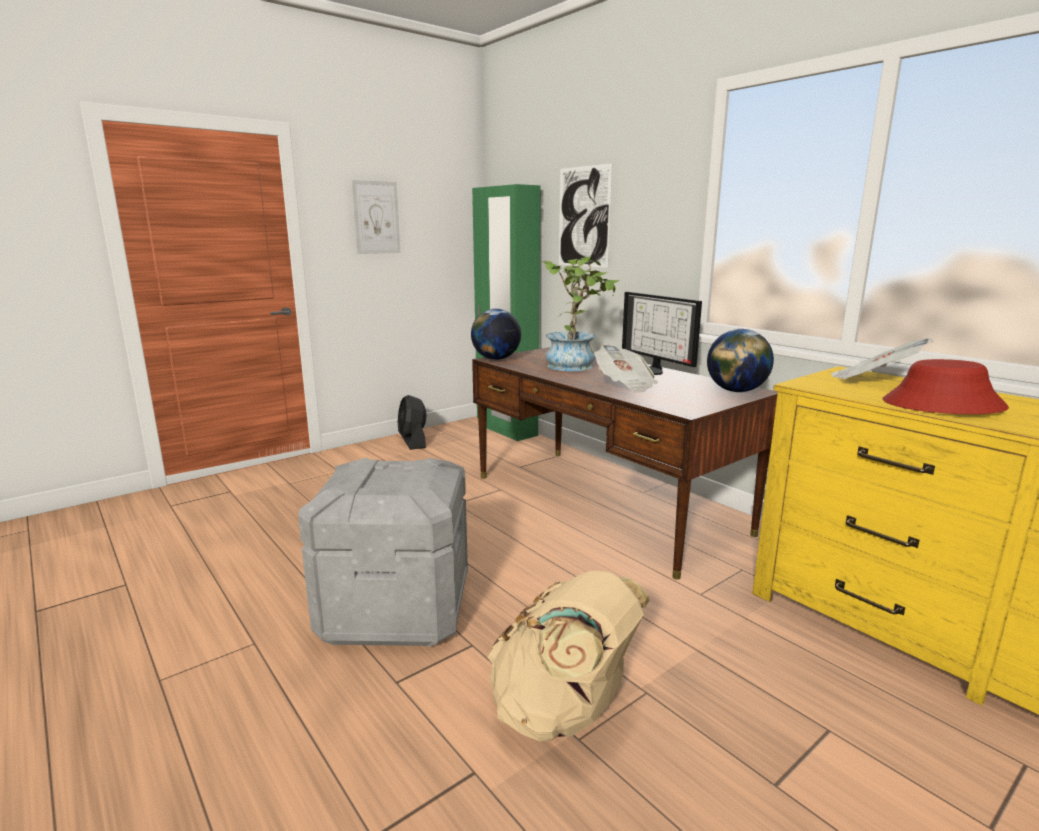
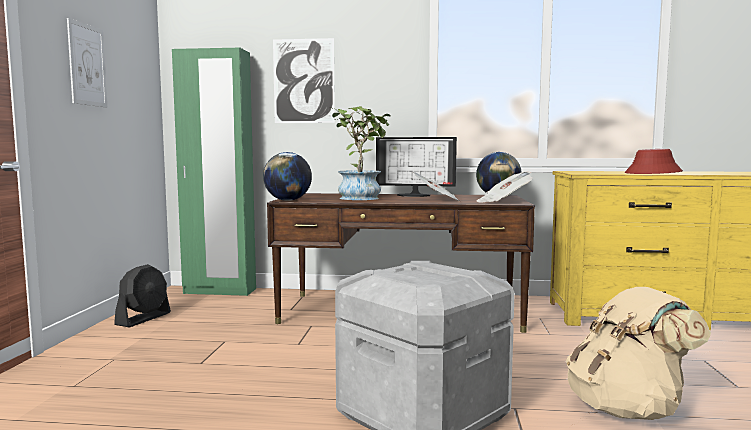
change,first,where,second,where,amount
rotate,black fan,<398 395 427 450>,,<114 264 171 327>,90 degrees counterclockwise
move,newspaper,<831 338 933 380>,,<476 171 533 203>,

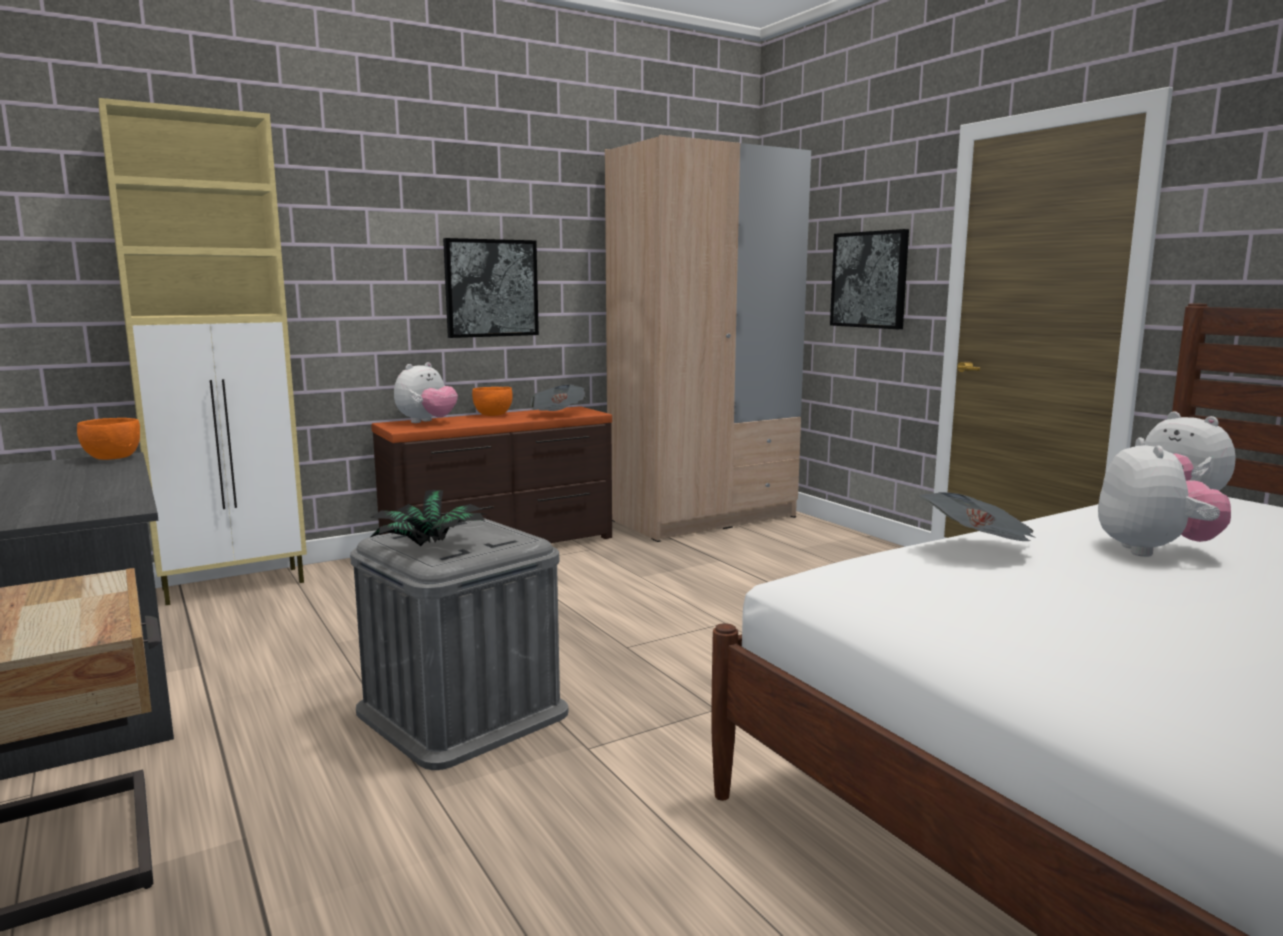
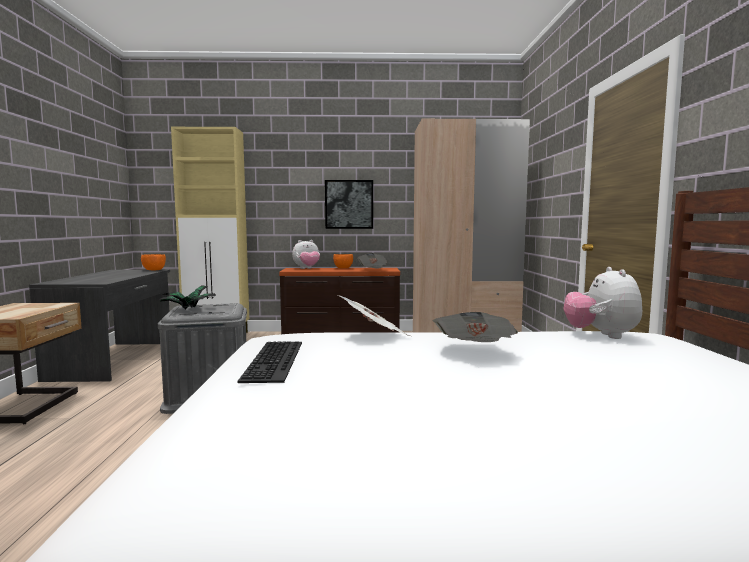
change,first,where,second,where,amount
delete,picture,<830 229 909 329>,,,
replace,plush toy,<1098 438 1231 557>,newspaper,<433 312 518 342>,
insert,,,keyboard,<237 341 302 383>,

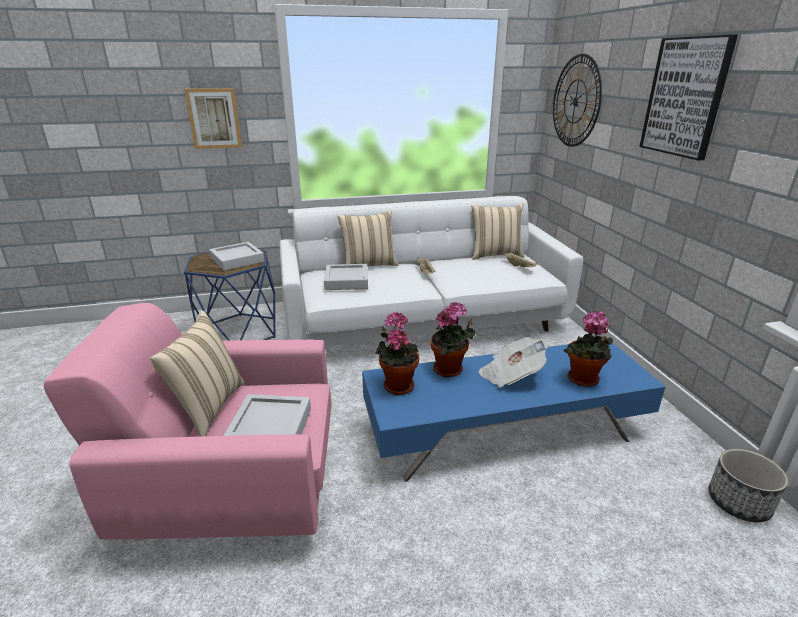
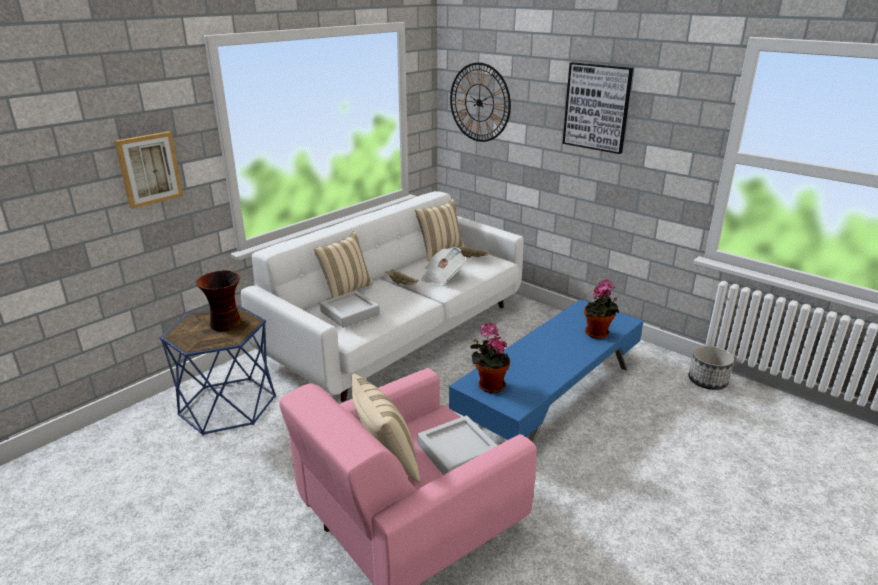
change,first,where,second,where,amount
replace,grey tray,<209 242 264 271>,vase,<196 270 242 331>,
delete,potted plant,<431 302 476 377>,,,
move,newspaper,<479 337 548 388>,,<421 247 465 284>,

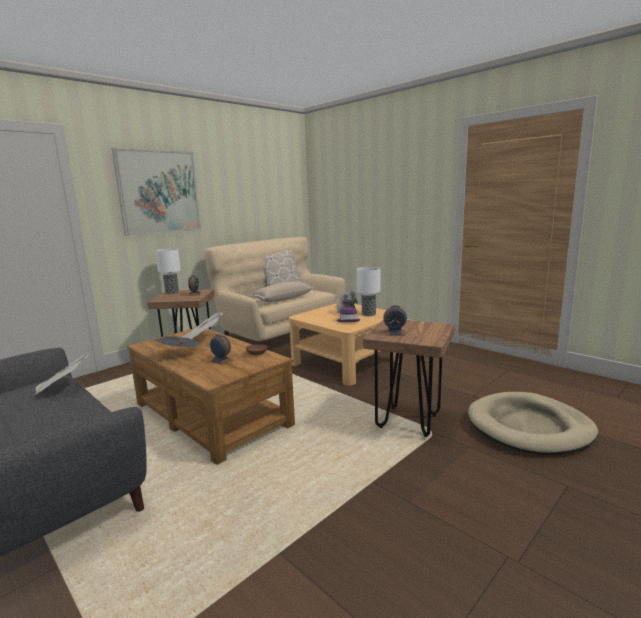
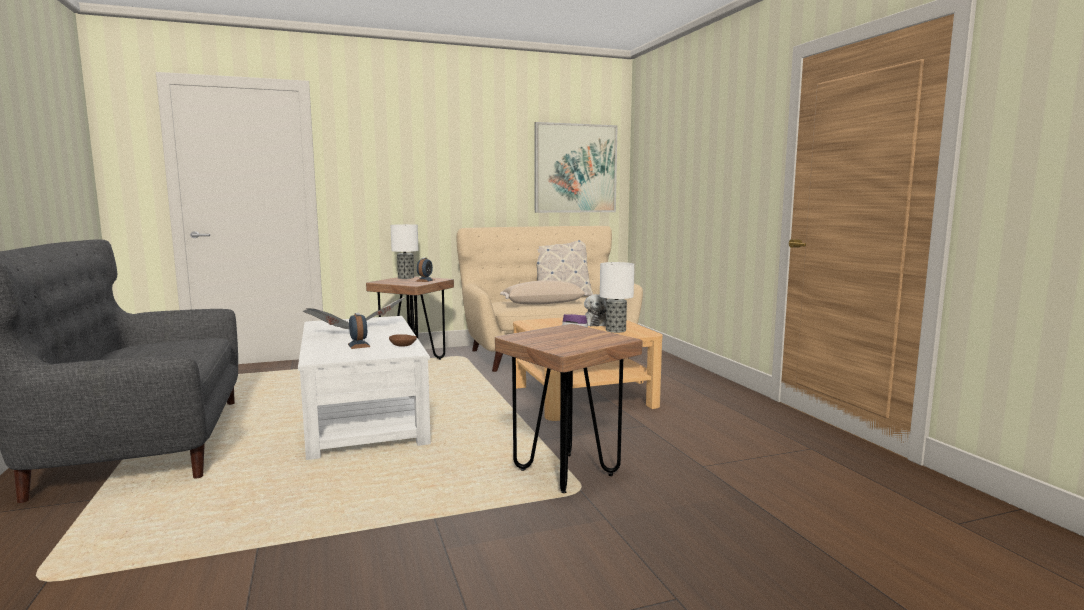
change,first,where,second,where,amount
delete,newspaper,<35 353 88 395>,,,
move,picture,<112 148 201 236>,,<534 122 618 213>,
recolor,brown coffee table,<127 329 295 465>,white coffee table,<298 316 431 460>,
delete,alarm clock,<383 305 407 335>,,,
delete,beige dog bed,<468 392 598 455>,,,

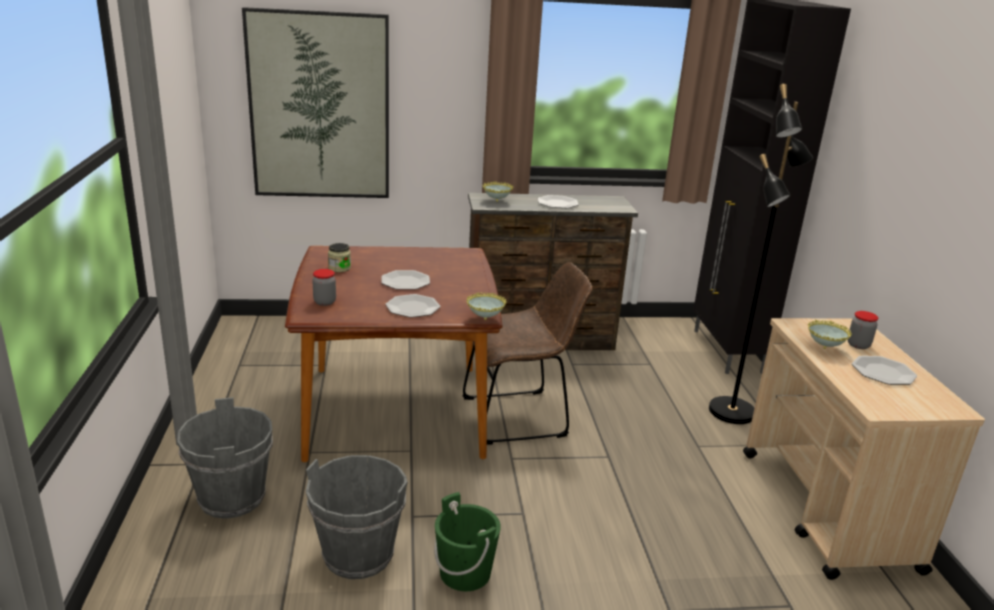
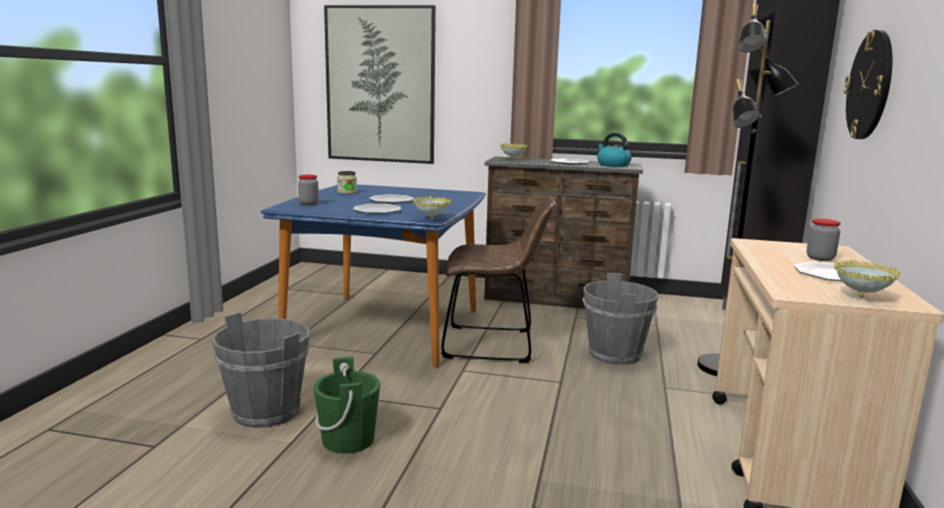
change,first,where,second,where,amount
move,grey bucket,<177 397 273 519>,,<583 273 659 365>,
recolor,brown dining table,<285 246 503 462>,blue dining table,<261 184 486 367>,
move,bowl,<808 320 852 349>,,<834 260 901 298>,
insert,,,kettle,<597 133 632 167>,
insert,,,wall clock,<844 30 893 139>,

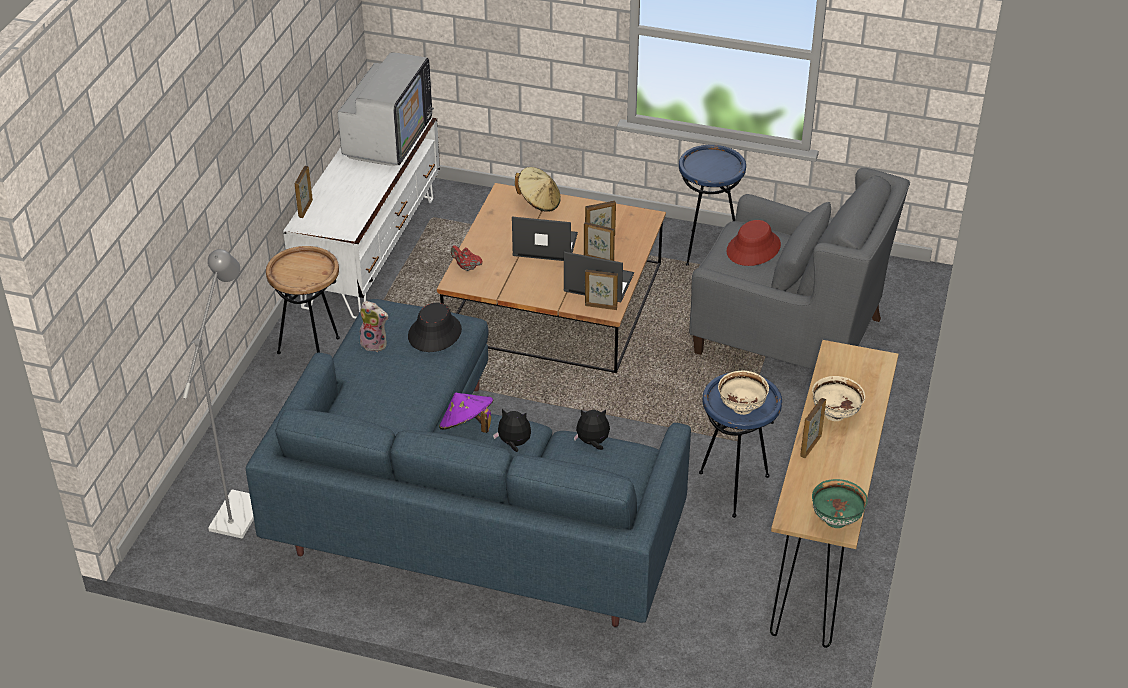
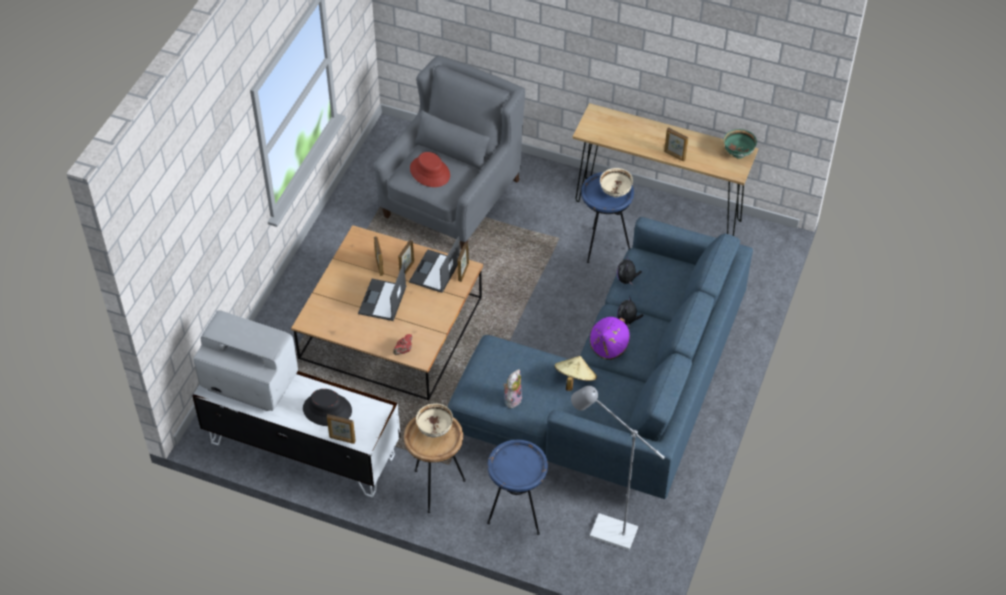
change,first,where,second,where,amount
move,black hat,<408 303 462 352>,,<303 389 352 426>,
move,beige hat,<515 167 561 212>,,<554 356 597 391>,
move,blue side table,<679 145 746 266>,,<487 440 548 535>,
move,beige bowl,<812 376 865 421>,,<416 403 453 437>,

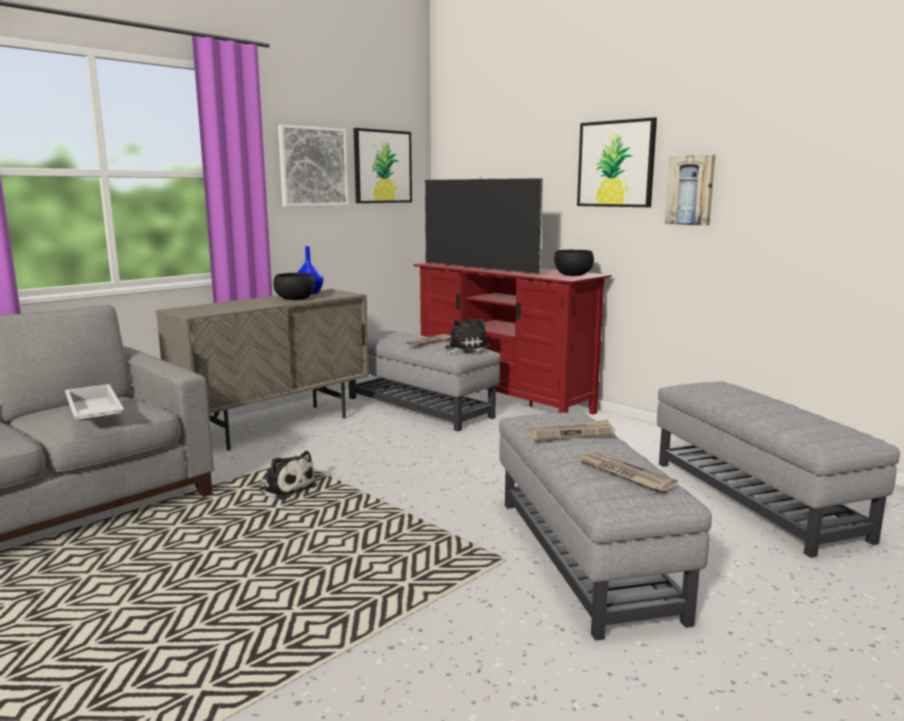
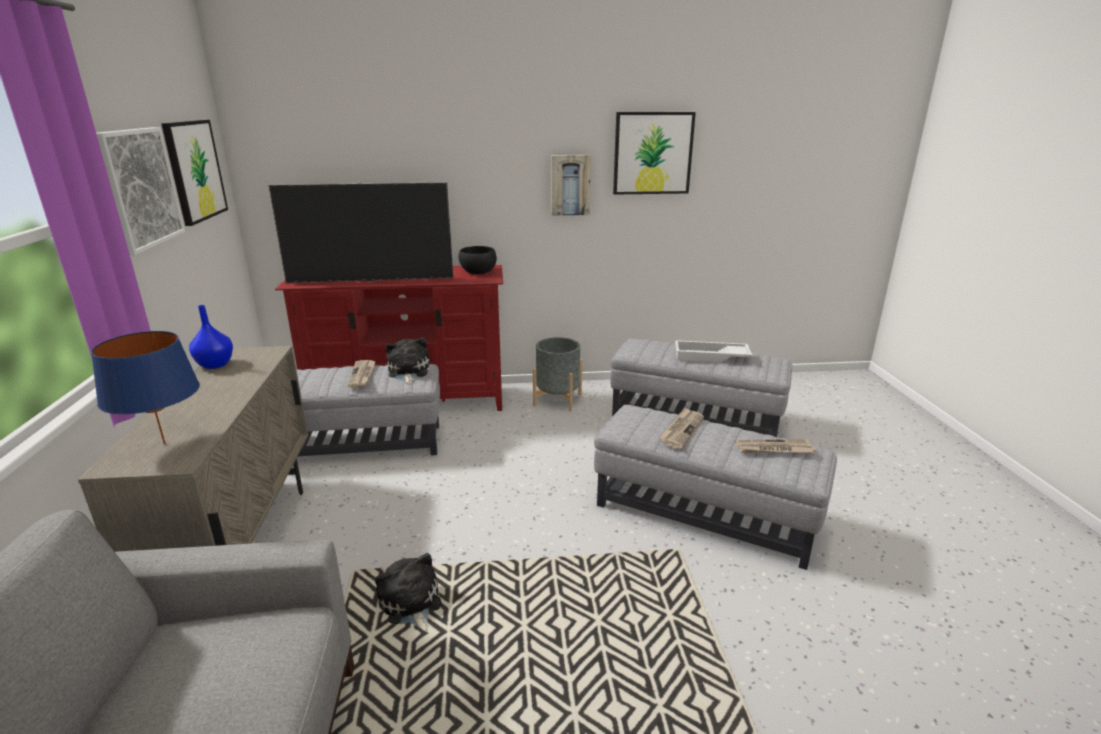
change,first,where,second,where,amount
move,white tray,<65 384 124 420>,,<675 340 752 362>,
rotate,plush toy,<259 451 317 500>,,<375 553 442 632>,105 degrees counterclockwise
delete,black bowl,<273 273 315 300>,,,
move,picture,<577 117 657 207>,,<613 112 696 195>,
insert,,,blue table lamp,<91 331 200 444>,
insert,,,grey planter,<533 337 582 412>,

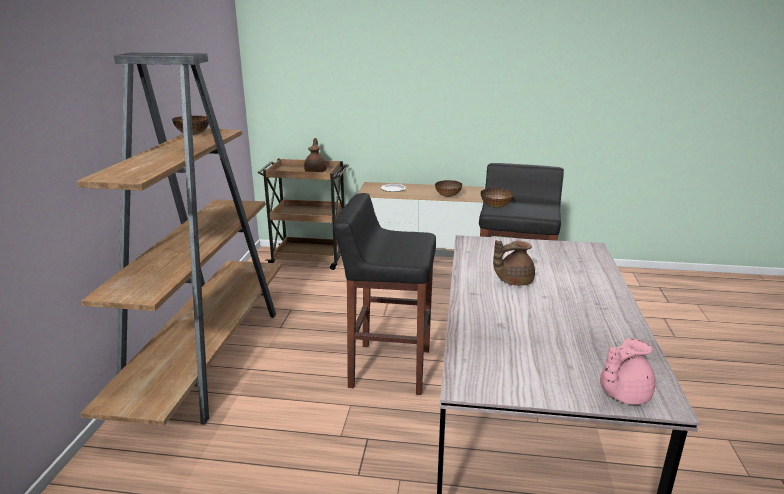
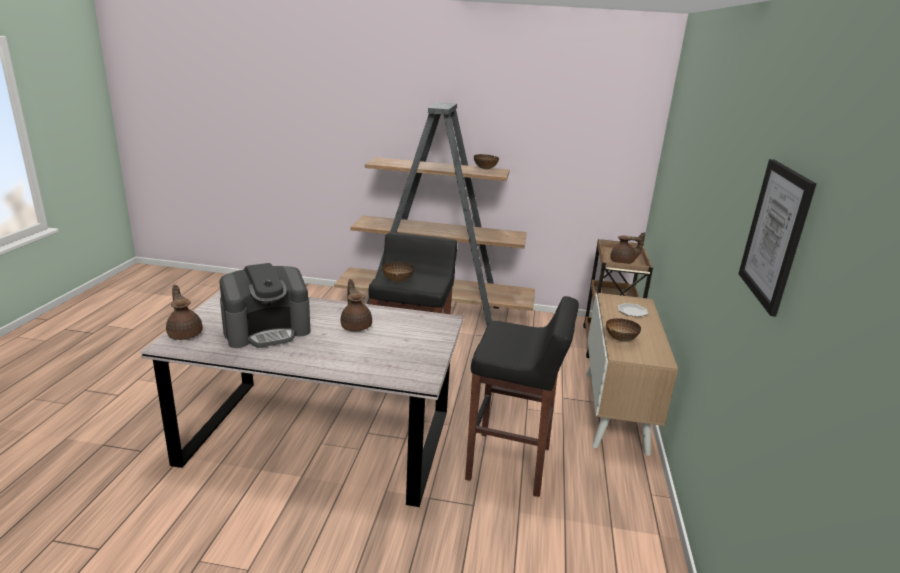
change,first,where,second,where,amount
move,bowl,<481 188 514 208>,,<382 262 415 282>,
recolor,pink teapot,<600 338 655 405>,brown teapot,<166 285 203 340>,
insert,,,coffee machine,<219 263 310 348>,
insert,,,picture,<739 159 816 317>,

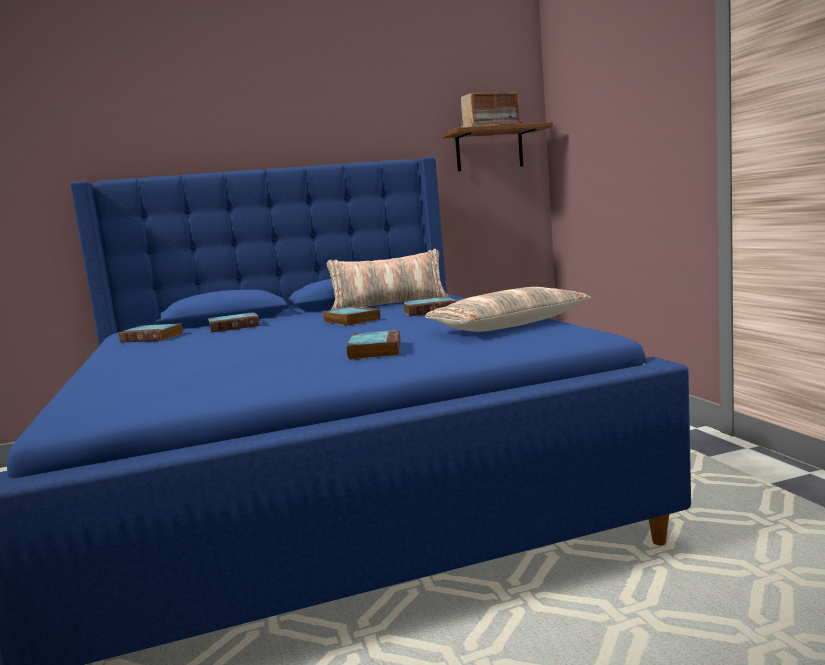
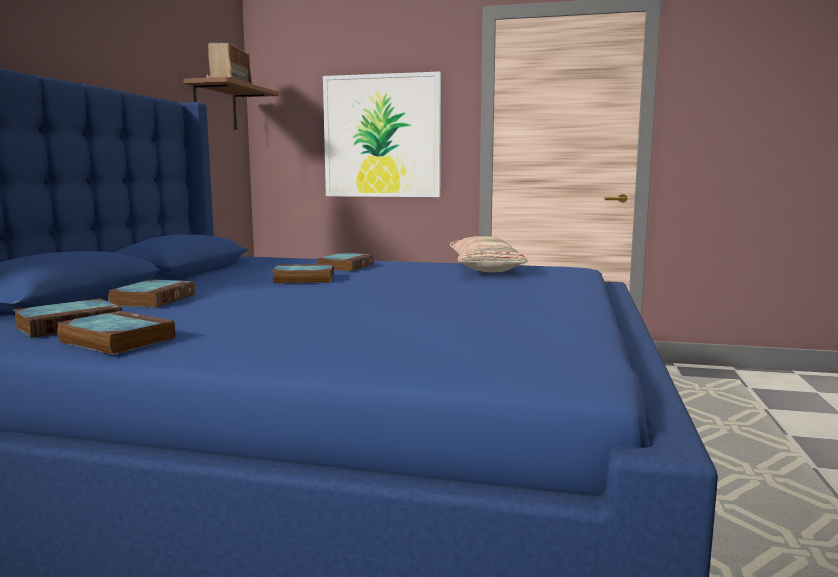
change,first,where,second,where,amount
delete,pillow,<327 249 448 310>,,,
move,book,<347 330 400 360>,,<57 311 175 355>,
insert,,,picture,<323 72 441 197>,

